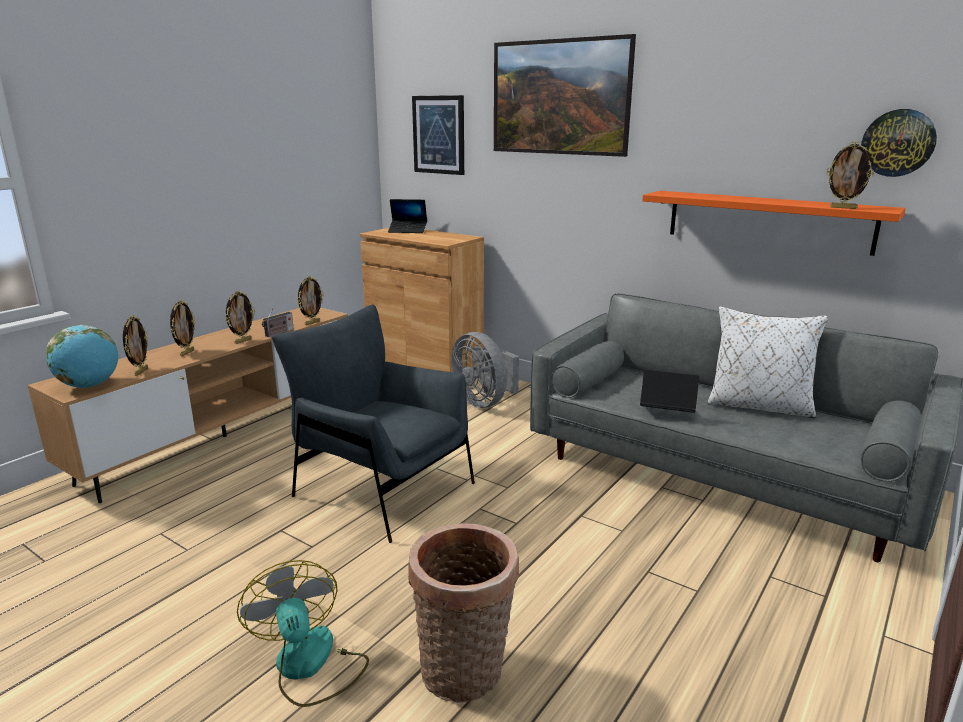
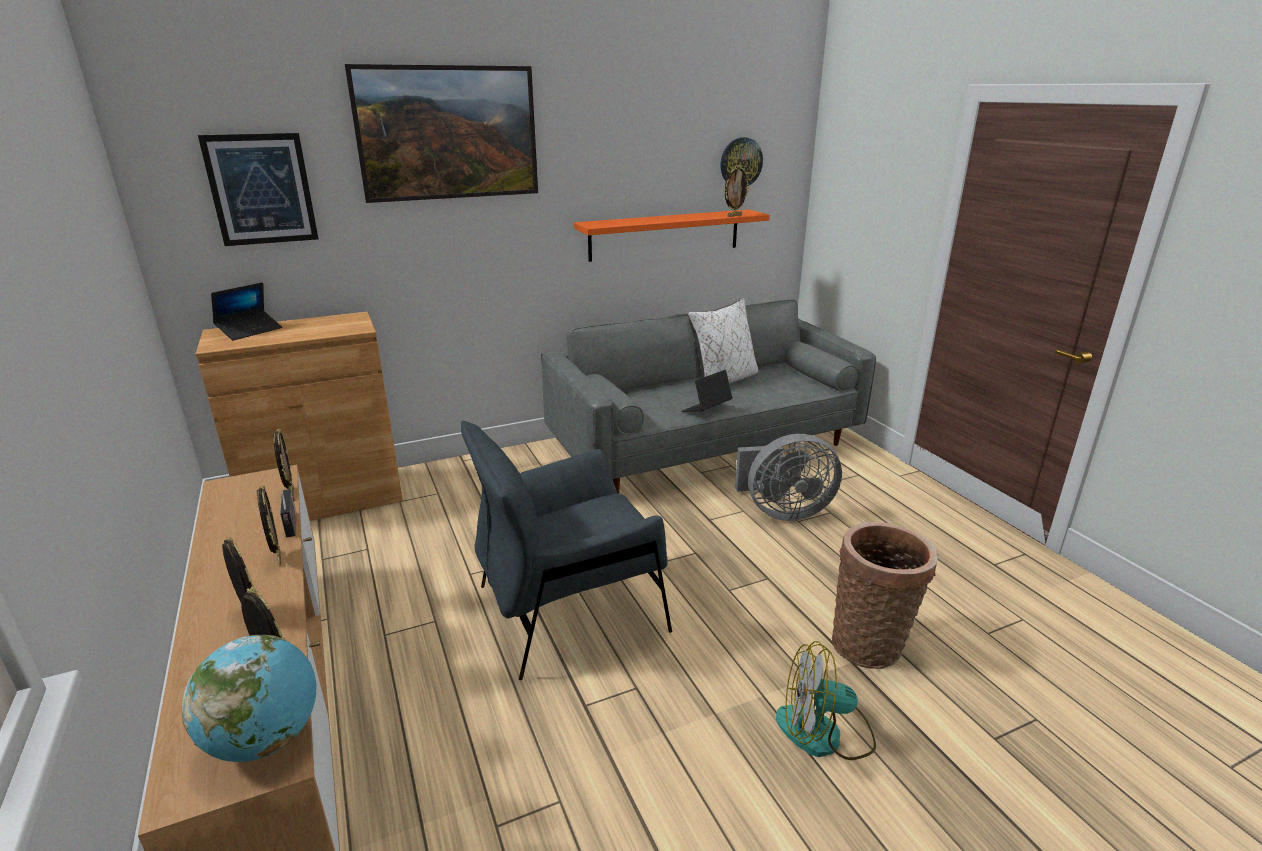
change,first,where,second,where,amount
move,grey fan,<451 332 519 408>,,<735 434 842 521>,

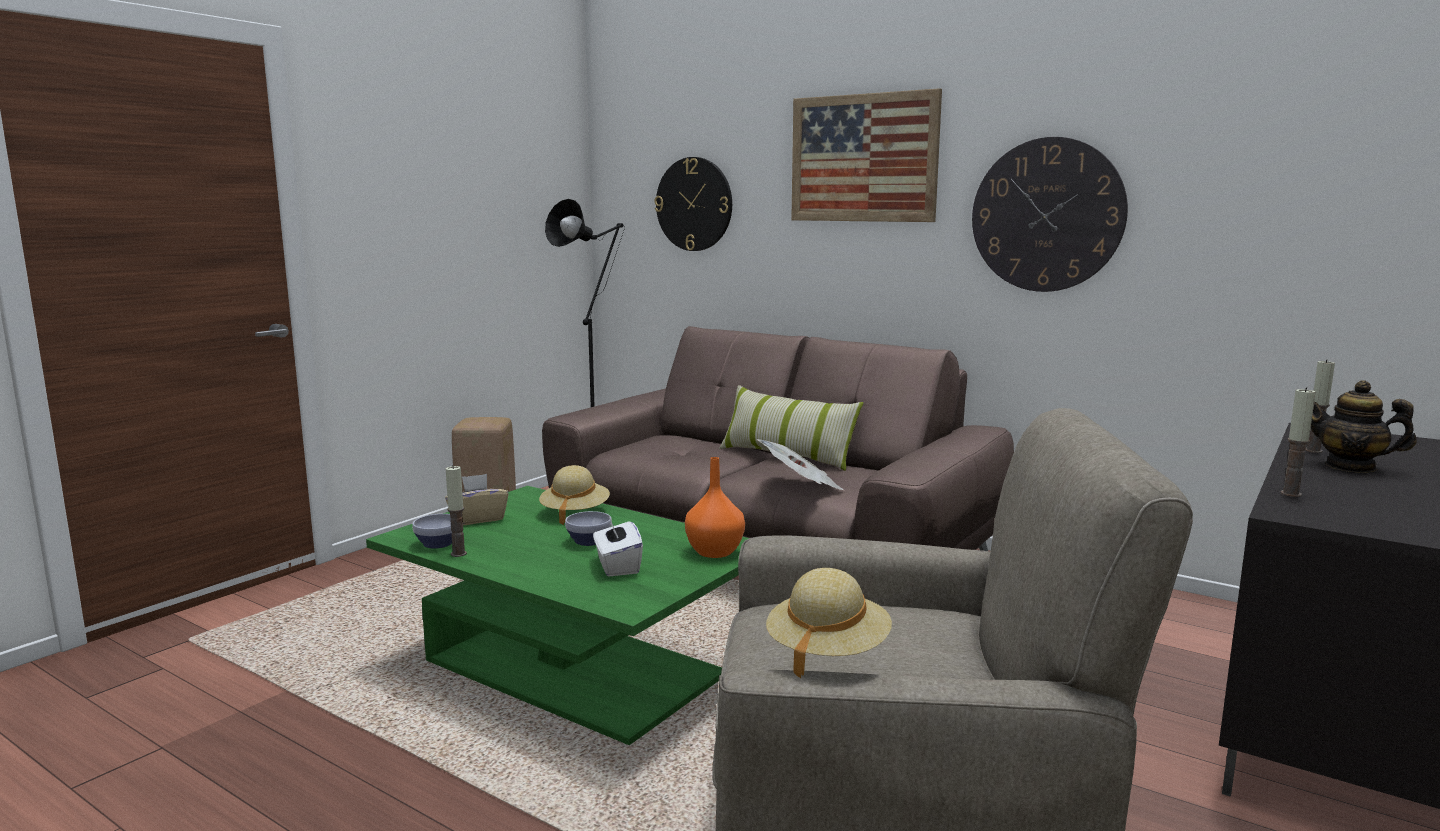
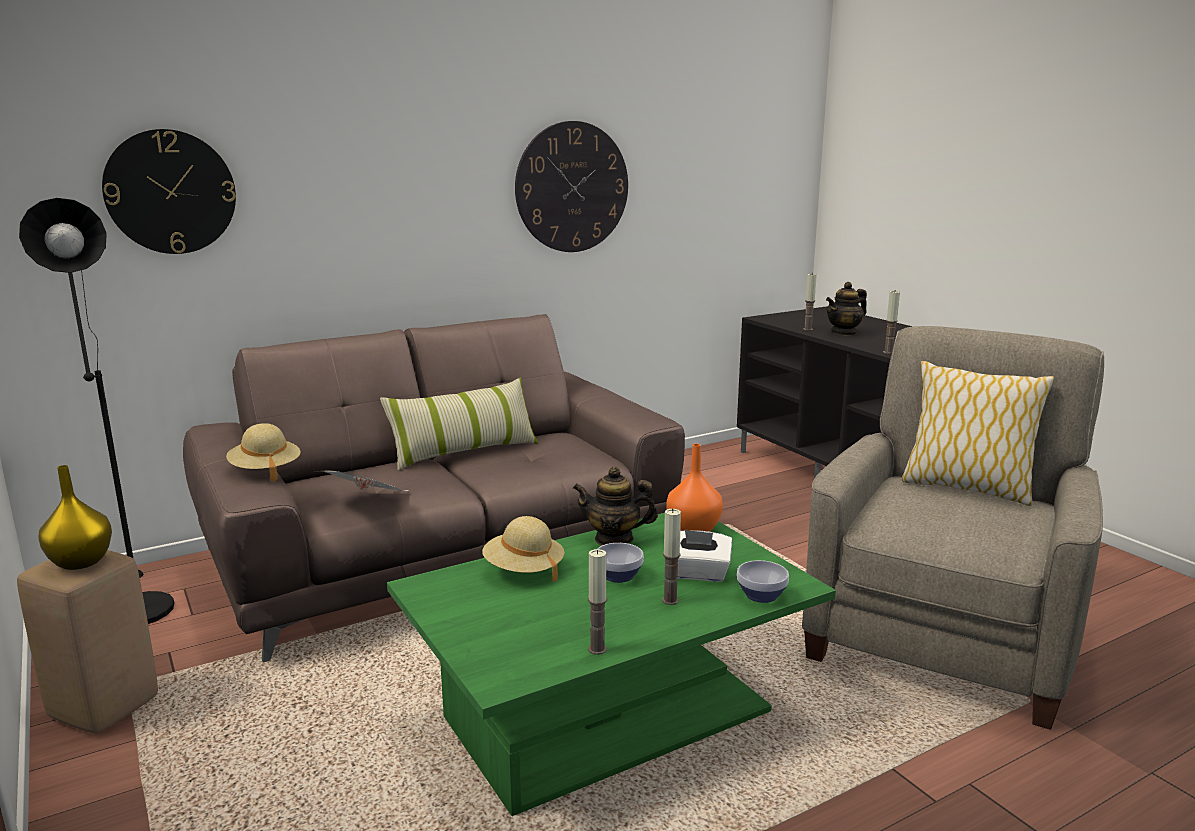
change,first,where,second,where,amount
move,bowl,<412 514 452 549>,,<737 560 789 603>,
delete,beige tissue box,<445 474 509 525>,,,
move,newspaper,<757 439 843 490>,,<322 471 409 491>,
move,beige hat,<766 568 892 678>,,<226 423 301 482>,
delete,picture,<791 88 942 222>,,,
insert,,,yellow vase,<38 465 112 570>,
insert,,,teapot,<573 467 658 546>,
insert,,,candle,<662 509 681 605>,
insert,,,pillow,<901 361 1054 506>,

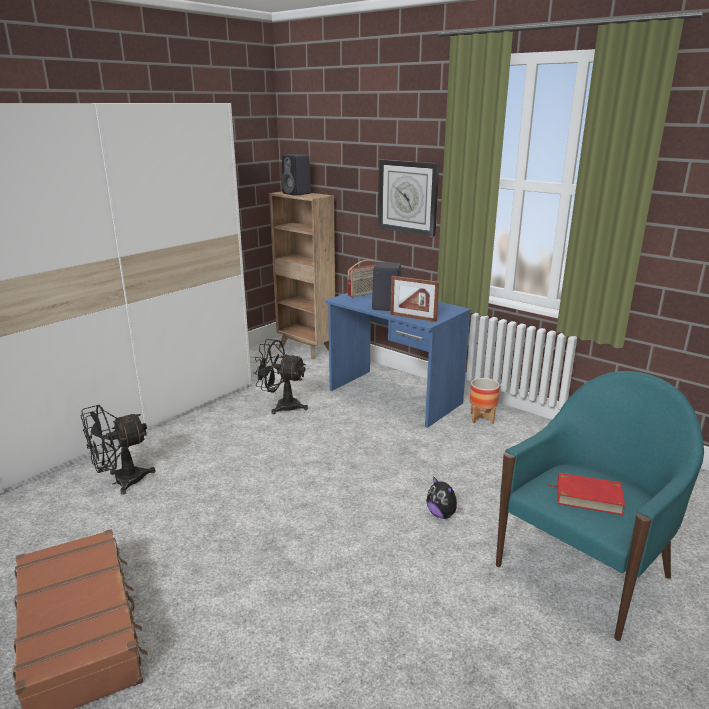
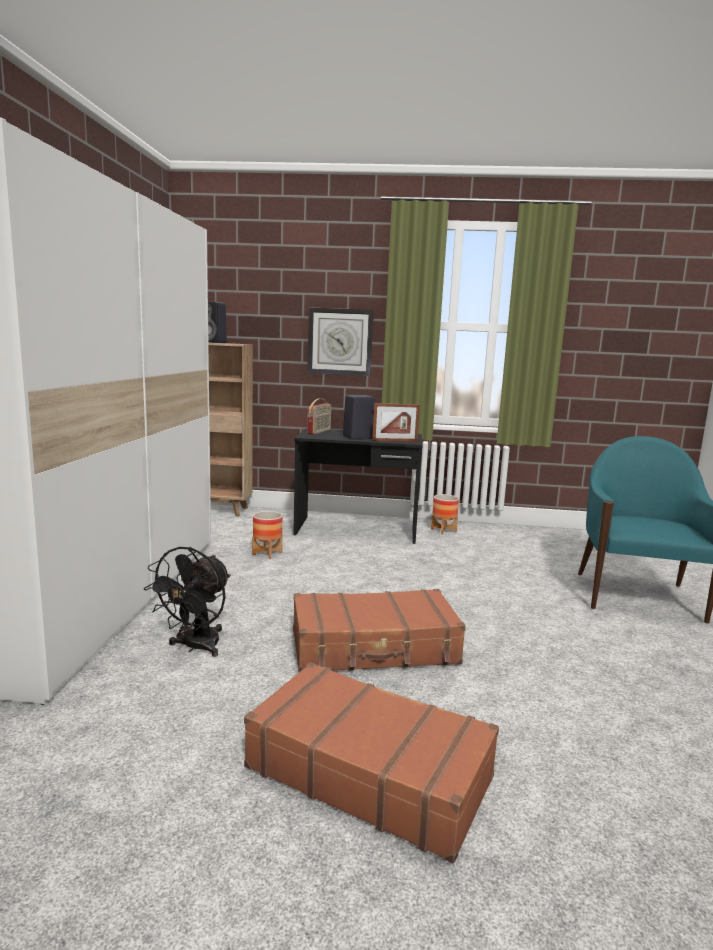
change,first,where,second,where,amount
replace,black fan,<253 339 308 414>,planter,<252 511 283 559>,
recolor,blue desk,<325 293 471 428>,black desk,<293 428 422 544>,
delete,plush toy,<426 476 462 519>,,,
delete,red book,<546 473 625 515>,,,
insert,,,brown suitcase,<293 589 466 672>,

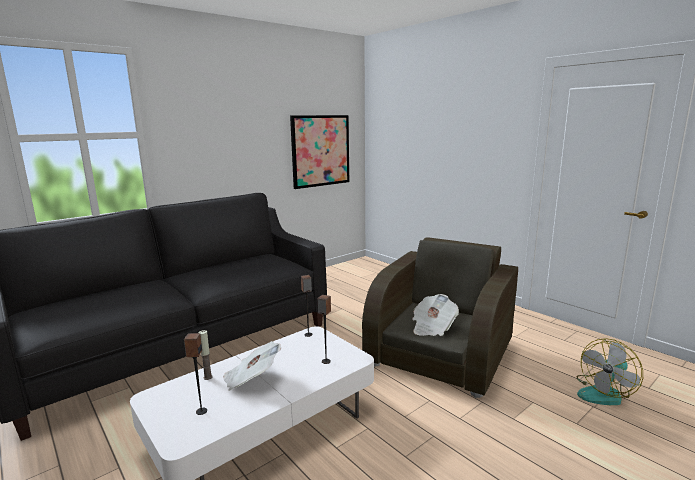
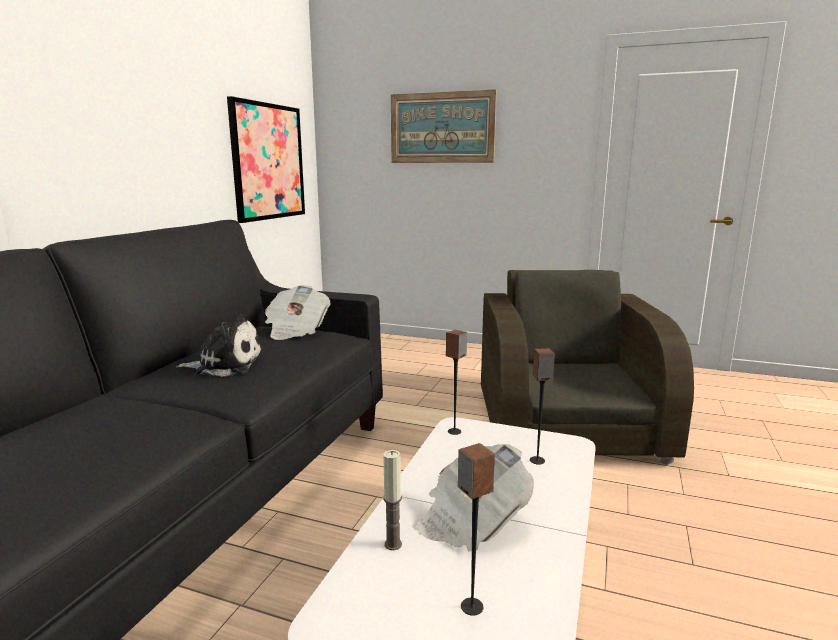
change,first,where,second,where,amount
move,newspaper,<412 294 459 336>,,<265 285 331 340>,
delete,fan,<577 338 643 405>,,,
insert,,,plush toy,<176 315 263 377>,
insert,,,picture,<391 89 497 163>,

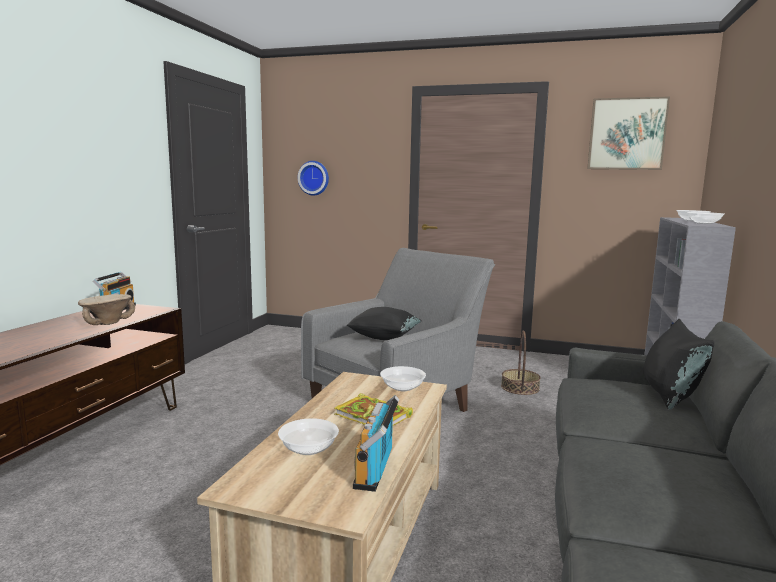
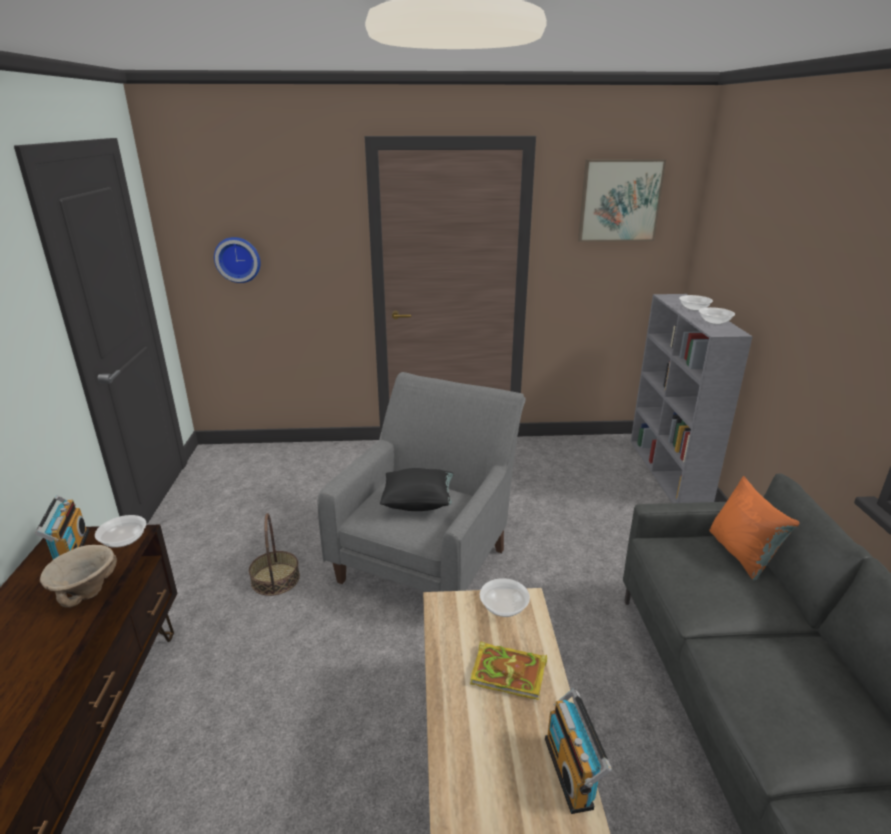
change,first,where,second,where,amount
move,bowl,<278 418 339 455>,,<95 515 147 548>,
move,basket,<501 330 541 395>,,<249 513 300 596>,
recolor,black pillow,<643 319 714 410>,orange pillow,<710 476 799 581>,

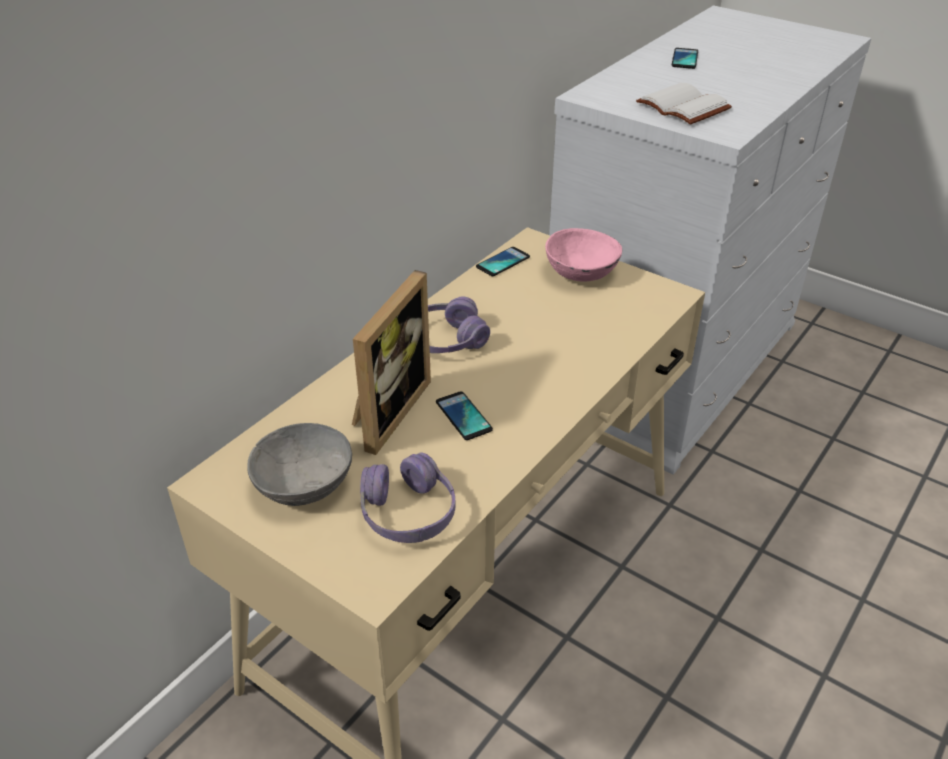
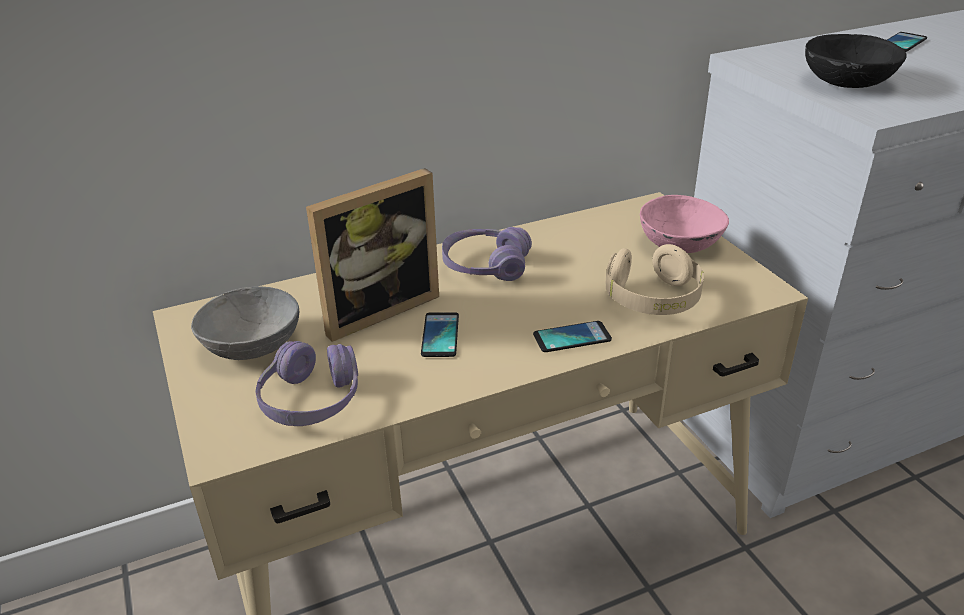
change,first,where,second,where,amount
move,phone,<476 247 530 276>,,<533 321 612 352>,
replace,white book,<636 83 732 125>,black bowl,<805 34 906 88>,
insert,,,beige headphones,<606 244 704 315>,

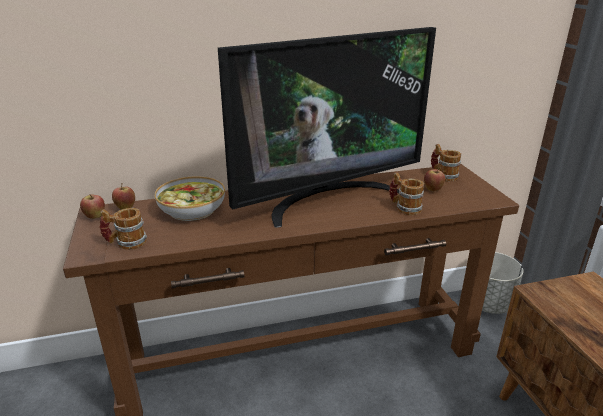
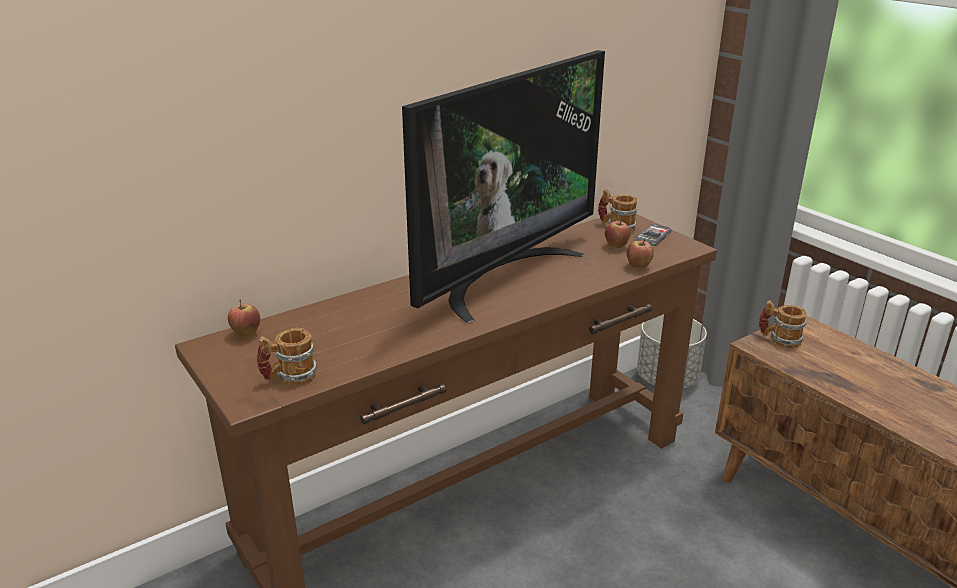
change,first,where,second,where,amount
move,apple,<80 194 105 219>,,<627 239 654 269>,
delete,bowl,<155 176 225 221>,,,
move,mug,<389 172 424 215>,,<759 301 806 348>,
insert,,,phone,<635 224 672 246>,

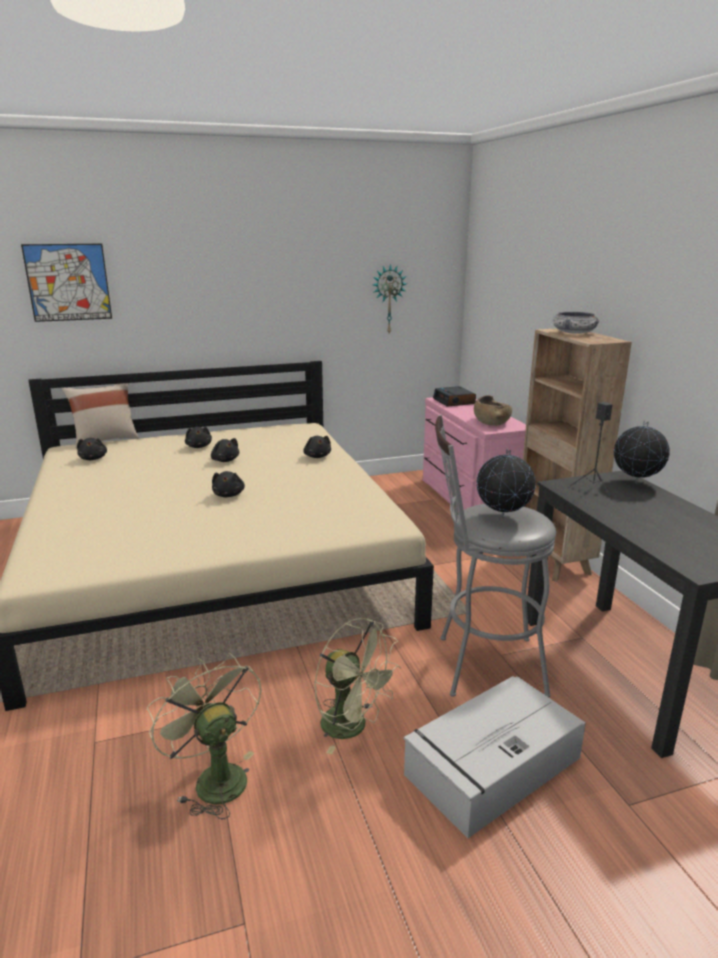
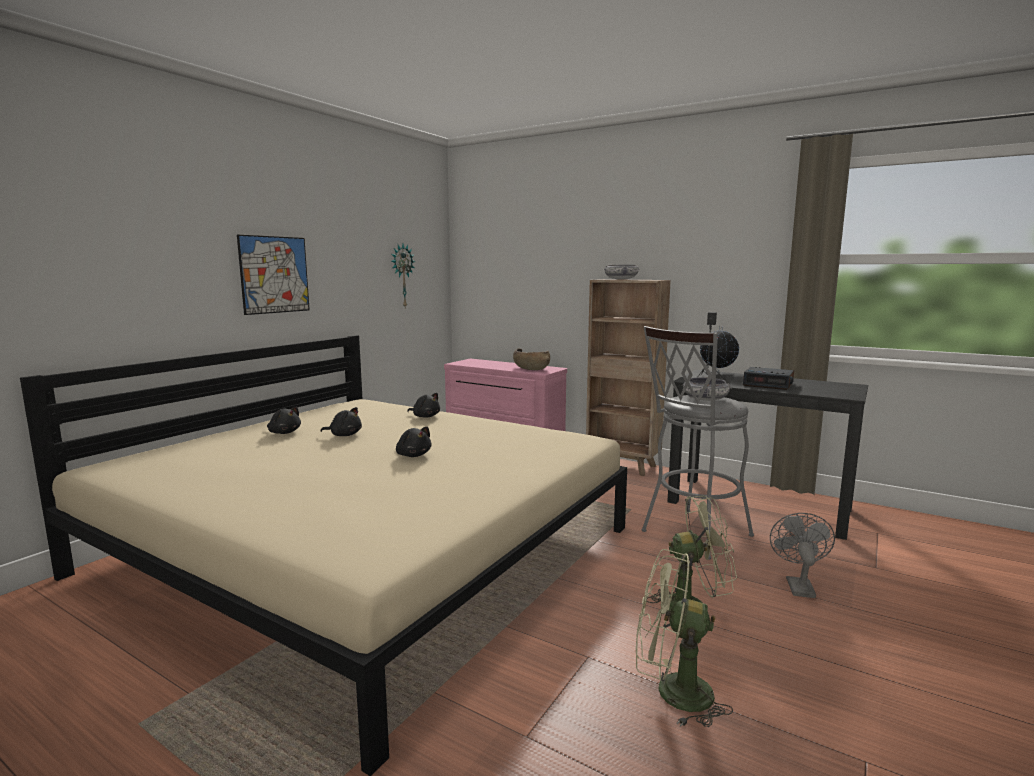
change,first,where,second,where,amount
move,picture,<21 244 112 322>,,<237 235 310 315>,
delete,beige pillow,<62 383 139 449>,,,
delete,black plush toy,<77 438 107 460>,,,
replace,grey storage box,<404 676 586 838>,grey fan,<770 513 835 598>,
move,alarm clock,<433 386 476 407>,,<743 367 794 390>,
replace,globe,<476 449 536 518>,bowl,<682 377 732 401>,

